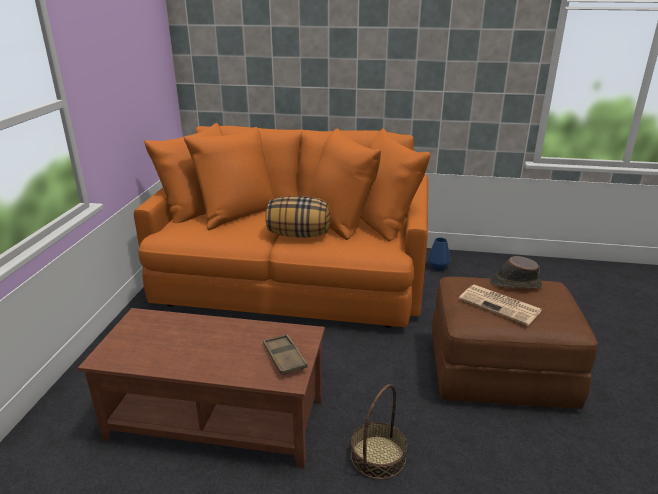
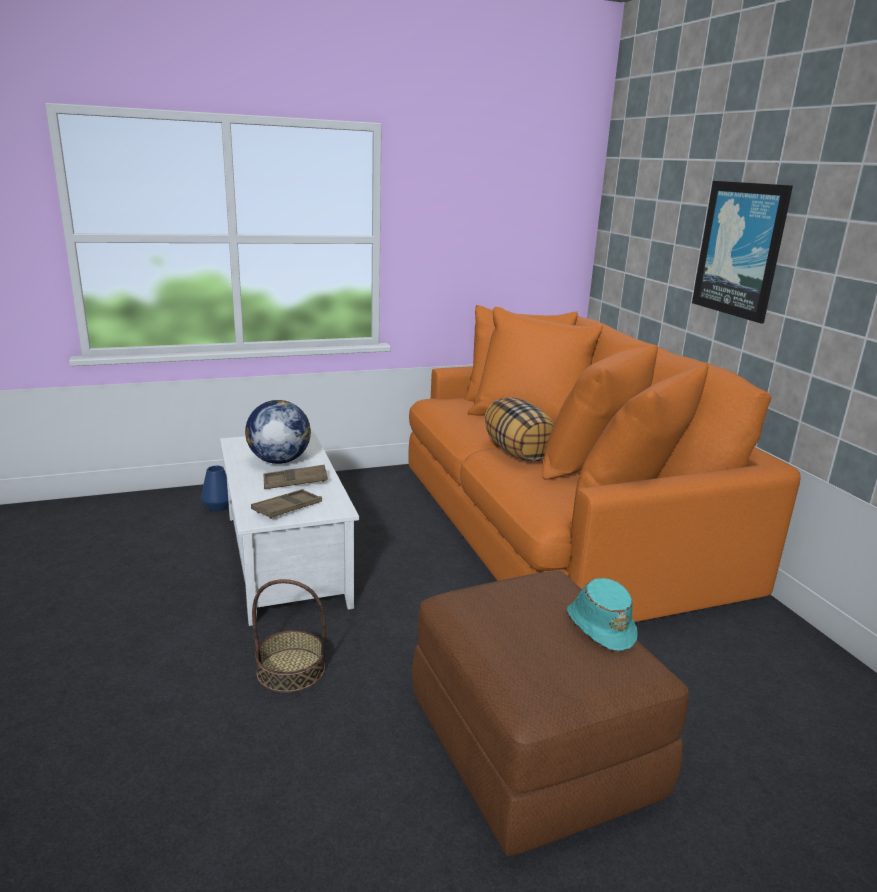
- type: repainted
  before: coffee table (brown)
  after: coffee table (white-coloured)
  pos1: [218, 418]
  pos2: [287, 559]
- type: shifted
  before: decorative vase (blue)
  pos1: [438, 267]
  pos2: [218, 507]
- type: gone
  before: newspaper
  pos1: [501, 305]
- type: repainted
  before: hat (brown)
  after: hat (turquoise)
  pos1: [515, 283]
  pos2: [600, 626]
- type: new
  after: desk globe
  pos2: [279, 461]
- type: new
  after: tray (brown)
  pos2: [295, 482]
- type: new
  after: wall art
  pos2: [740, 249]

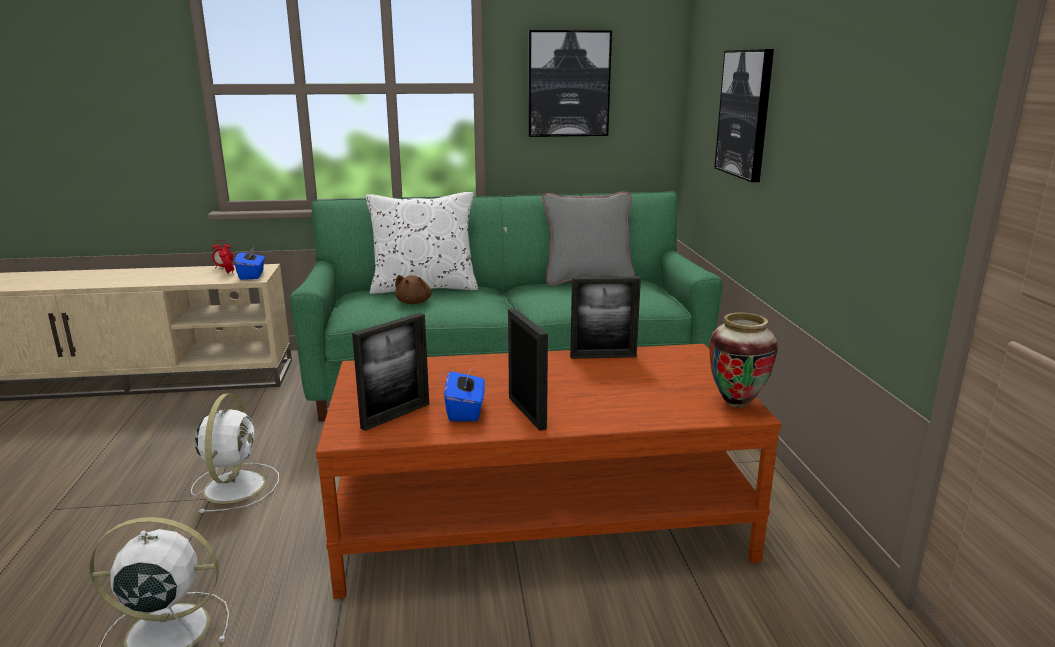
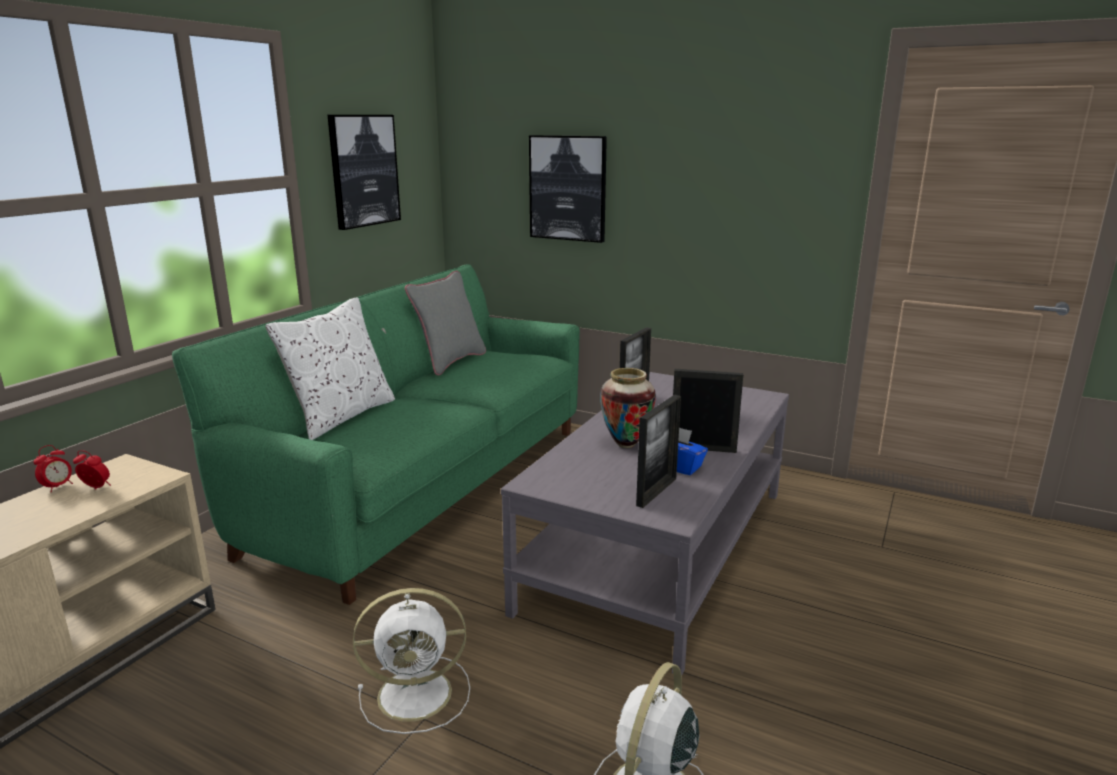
- type: rotated
  before: fan (white-coloured)
  pos1: [235, 485]
  pos2: [418, 694]
  turn: 135
- type: gone
  before: tissue holder (blue)
  pos1: [252, 275]
- type: repainted
  before: coffee table (brown)
  after: coffee table (grey)
  pos1: [541, 519]
  pos2: [660, 547]
- type: rotated
  before: standing frame
  pos1: [396, 415]
  pos2: [656, 492]
  turn: 45
- type: gone
  before: cuddly toy (brown)
  pos1: [414, 302]
- type: shifted
  before: decorative vase
  pos1: [736, 403]
  pos2: [626, 444]

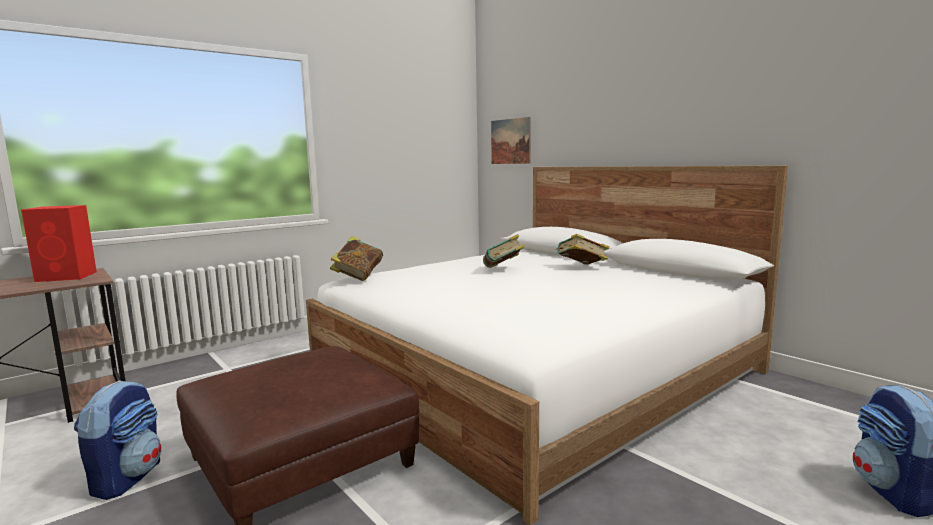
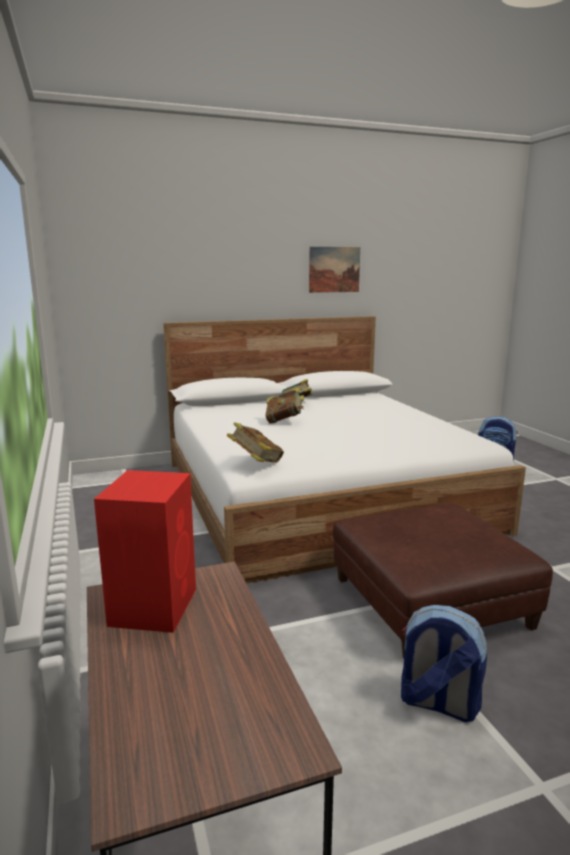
- type: shifted
  before: wall art
  pos1: [510, 141]
  pos2: [334, 269]

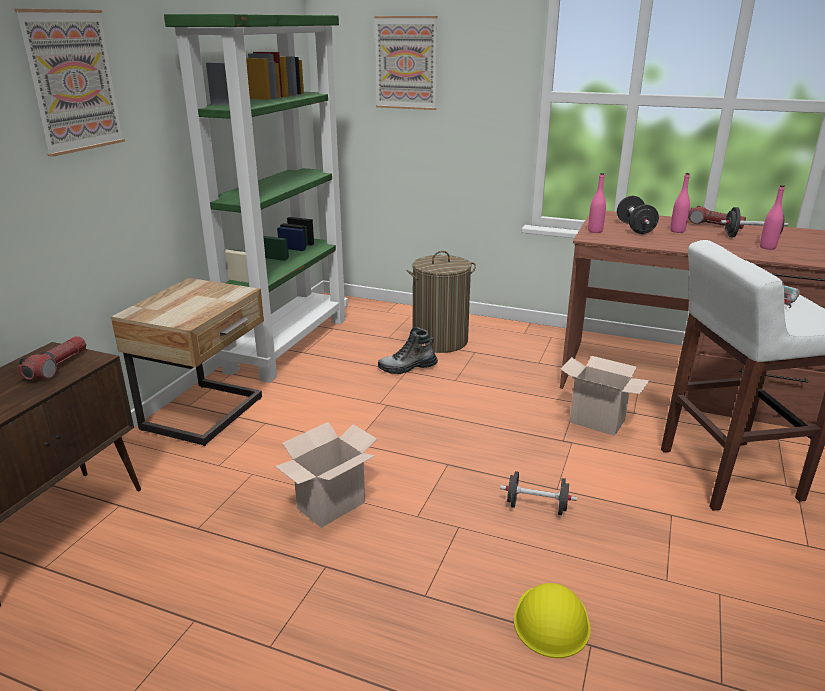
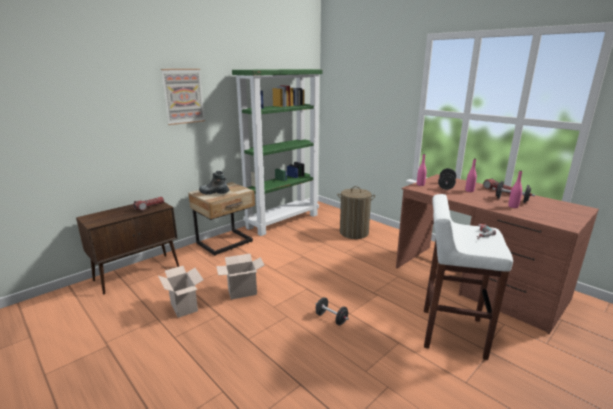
- type: gone
  before: wall art
  pos1: [406, 63]
- type: shifted
  before: tall boot
  pos1: [407, 368]
  pos2: [214, 193]
- type: gone
  before: hard hat (yellow)
  pos1: [551, 620]
- type: shifted
  before: cardboard box
  pos1: [599, 421]
  pos2: [185, 307]

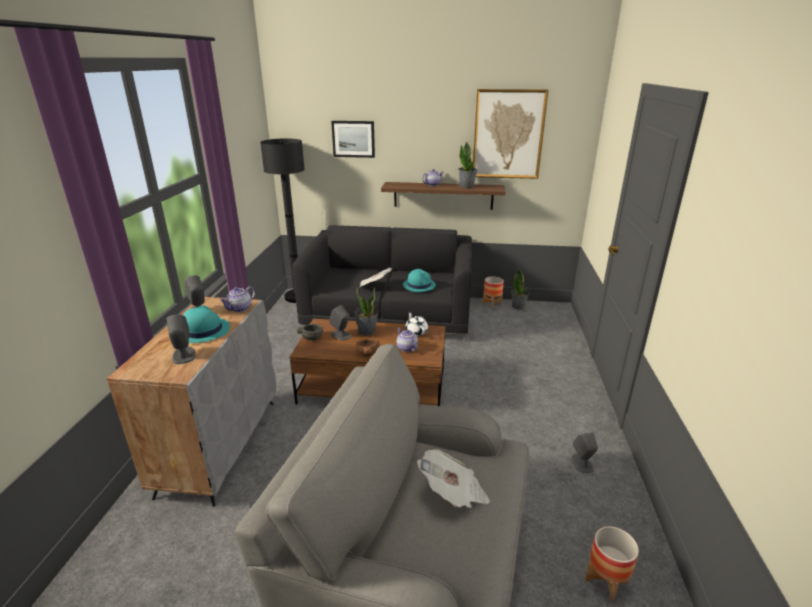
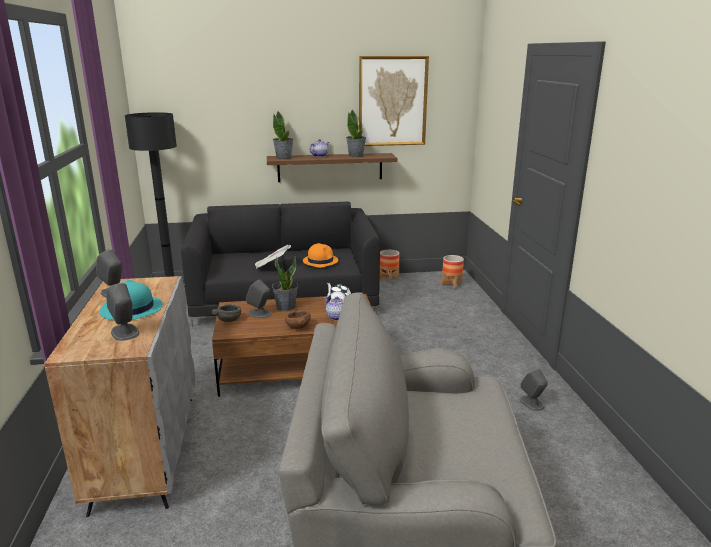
- type: gone
  before: pot for tea
  pos1: [240, 309]
- type: gone
  before: wall art
  pos1: [353, 139]
- type: repainted
  before: hat (turquoise)
  after: hat (orange)
  pos1: [419, 285]
  pos2: [320, 261]
- type: gone
  before: newspaper
  pos1: [453, 493]
- type: shifted
  before: potted plant
  pos1: [518, 306]
  pos2: [284, 158]
- type: shifted
  before: planter
  pos1: [606, 581]
  pos2: [451, 284]

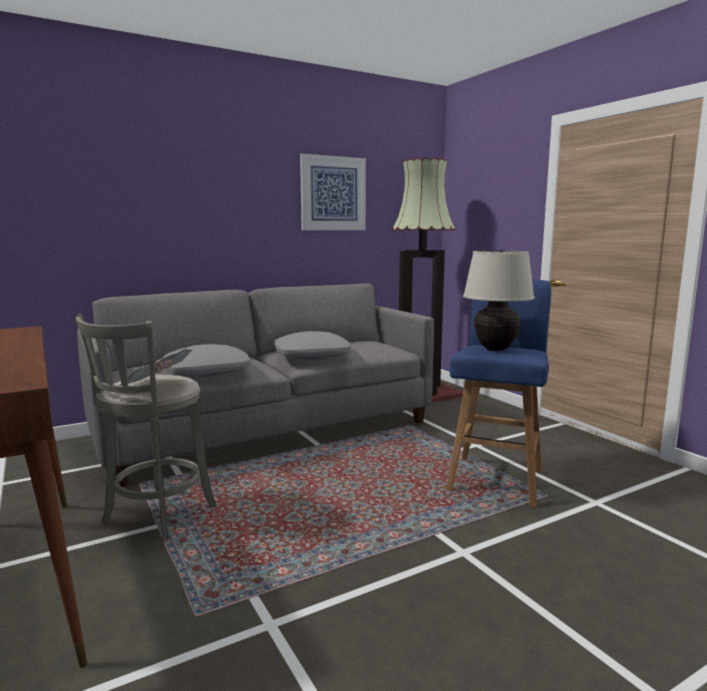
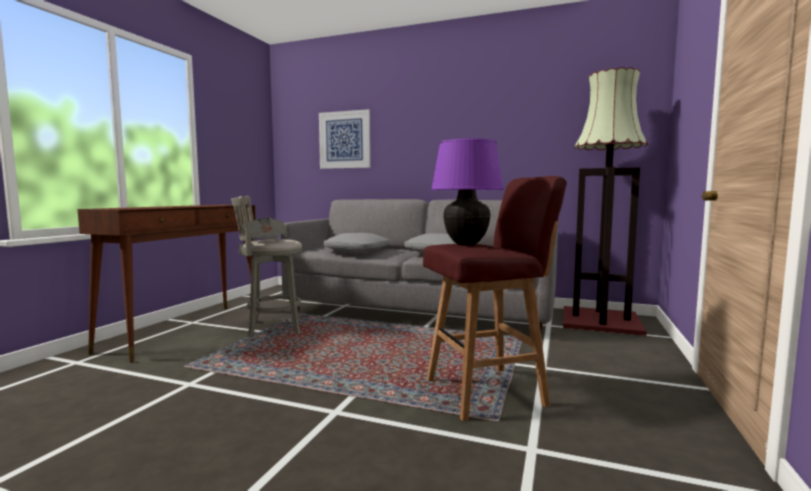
- type: shifted
  before: wall art
  pos1: [333, 193]
  pos2: [345, 140]
- type: repainted
  before: stool seat (blue)
  after: stool seat (red-coloured)
  pos1: [496, 479]
  pos2: [487, 392]
- type: repainted
  before: tabletop lamp (beige)
  after: tabletop lamp (purplish)
  pos1: [495, 349]
  pos2: [466, 244]

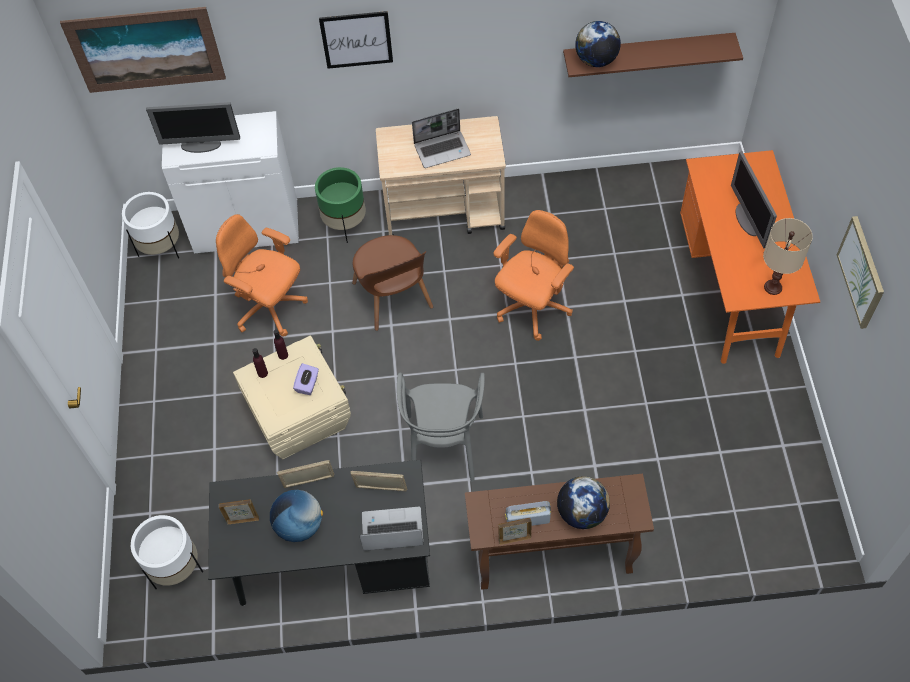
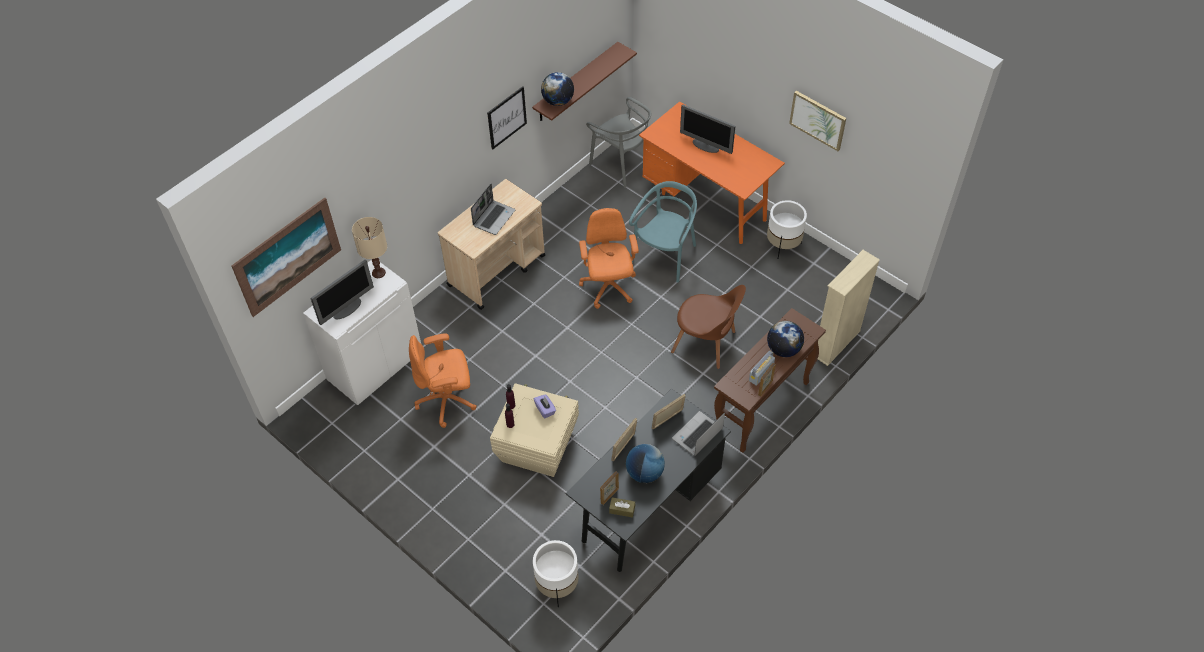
- type: shifted
  before: planter (white-coloured)
  pos1: [161, 248]
  pos2: [783, 245]
- type: gone
  before: planter (green)
  pos1: [345, 223]
- type: shifted
  before: wall art
  pos1: [356, 39]
  pos2: [507, 117]
- type: shifted
  before: chair (brown)
  pos1: [393, 298]
  pos2: [706, 343]
- type: shifted
  before: chair (grey)
  pos1: [444, 446]
  pos2: [622, 164]
- type: shifted
  before: tabletop lamp (beige)
  pos1: [773, 287]
  pos2: [379, 273]
- type: new
  after: tissue holder (brown)
  pos2: [622, 509]
- type: new
  after: chair (turquoise)
  pos2: [665, 256]
- type: new
  after: bookshelf (beige)
  pos2: [836, 343]

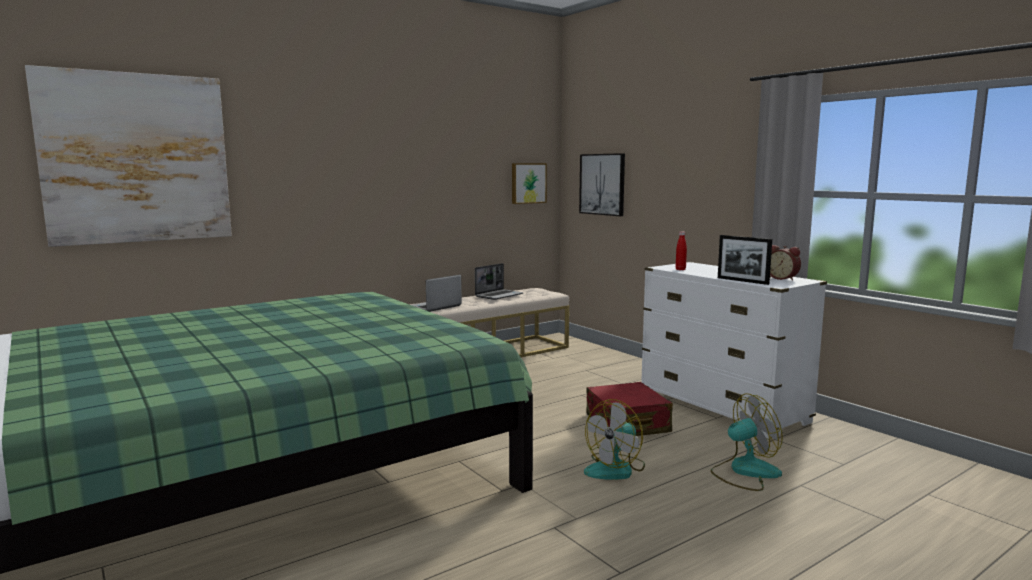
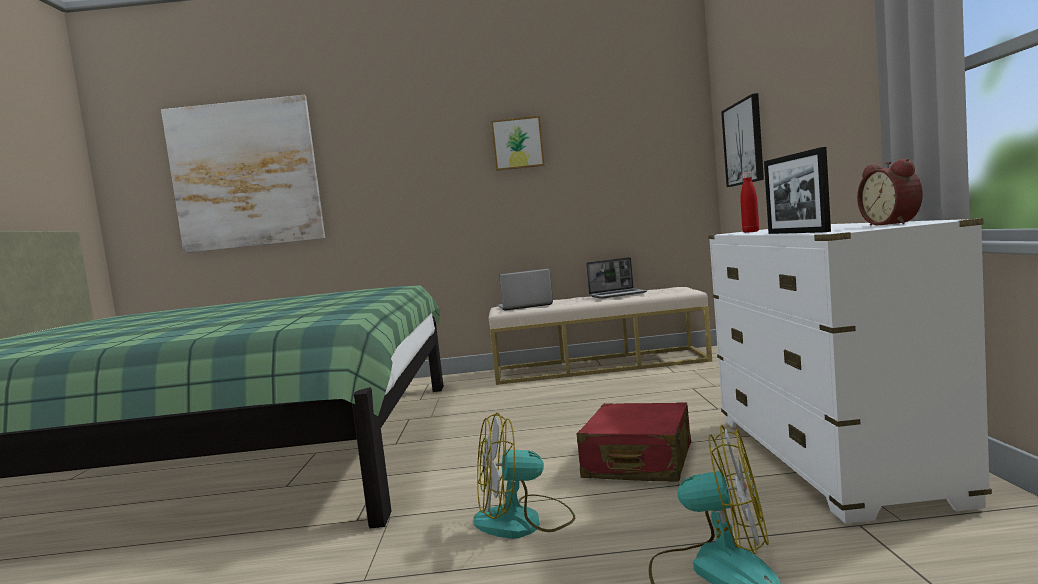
- type: shifted
  before: wall art
  pos1: [528, 183]
  pos2: [517, 143]

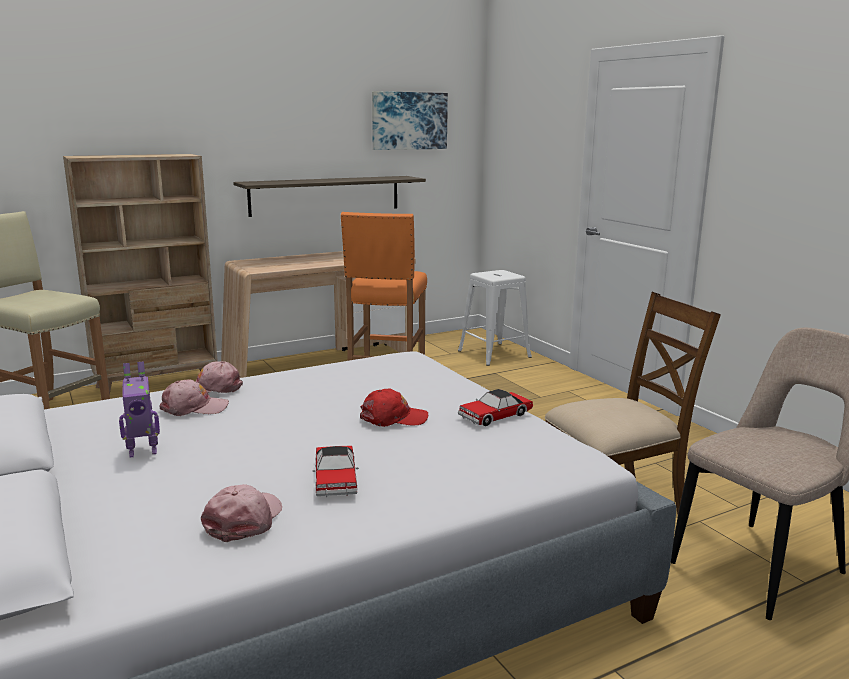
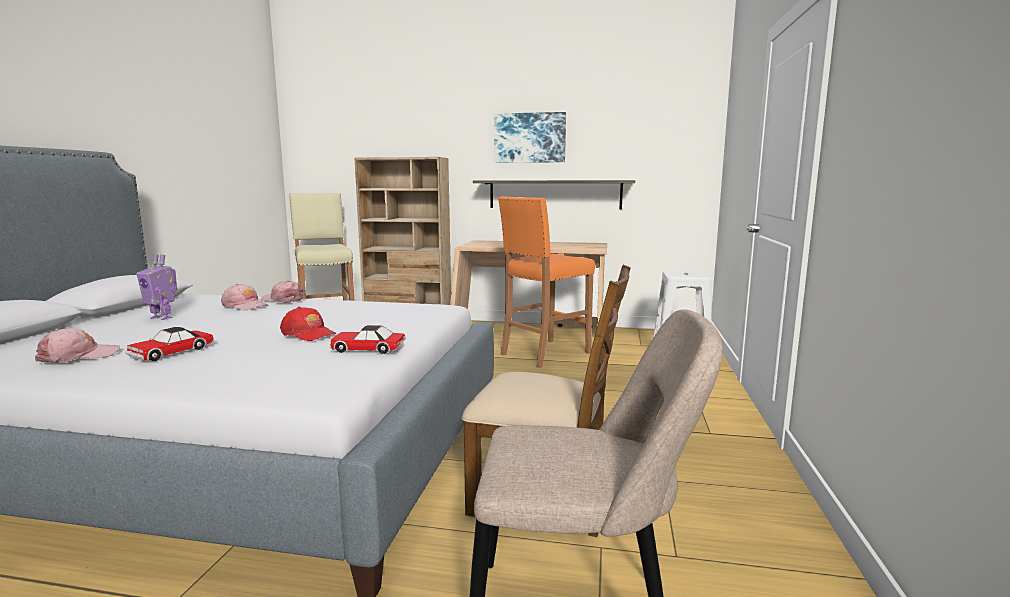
- type: shifted
  before: wall art
  pos1: [409, 121]
  pos2: [530, 138]

